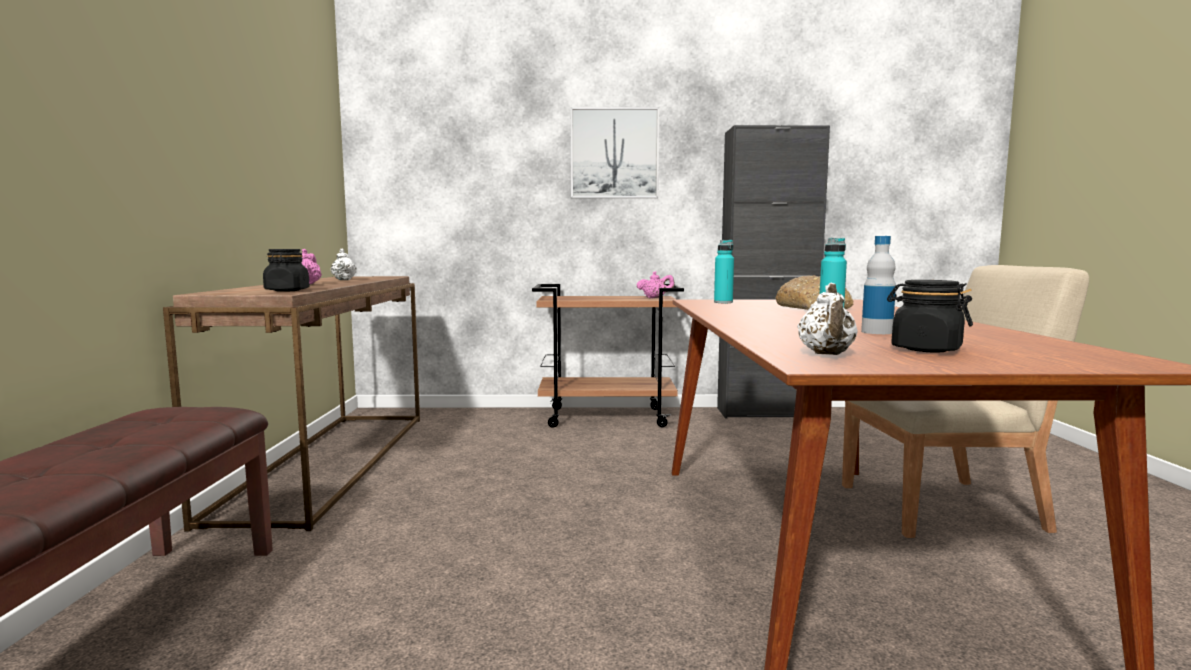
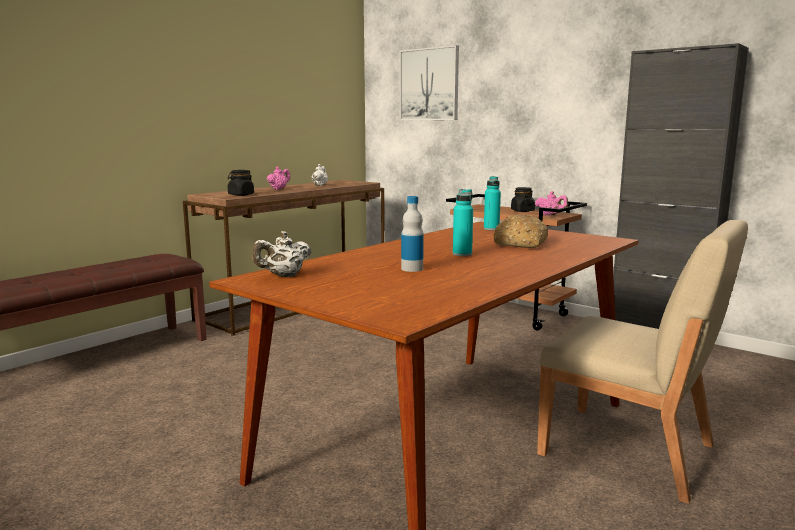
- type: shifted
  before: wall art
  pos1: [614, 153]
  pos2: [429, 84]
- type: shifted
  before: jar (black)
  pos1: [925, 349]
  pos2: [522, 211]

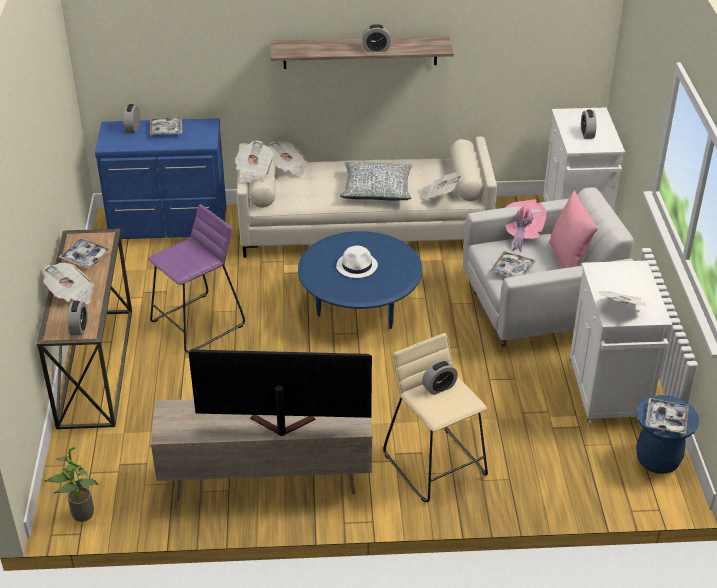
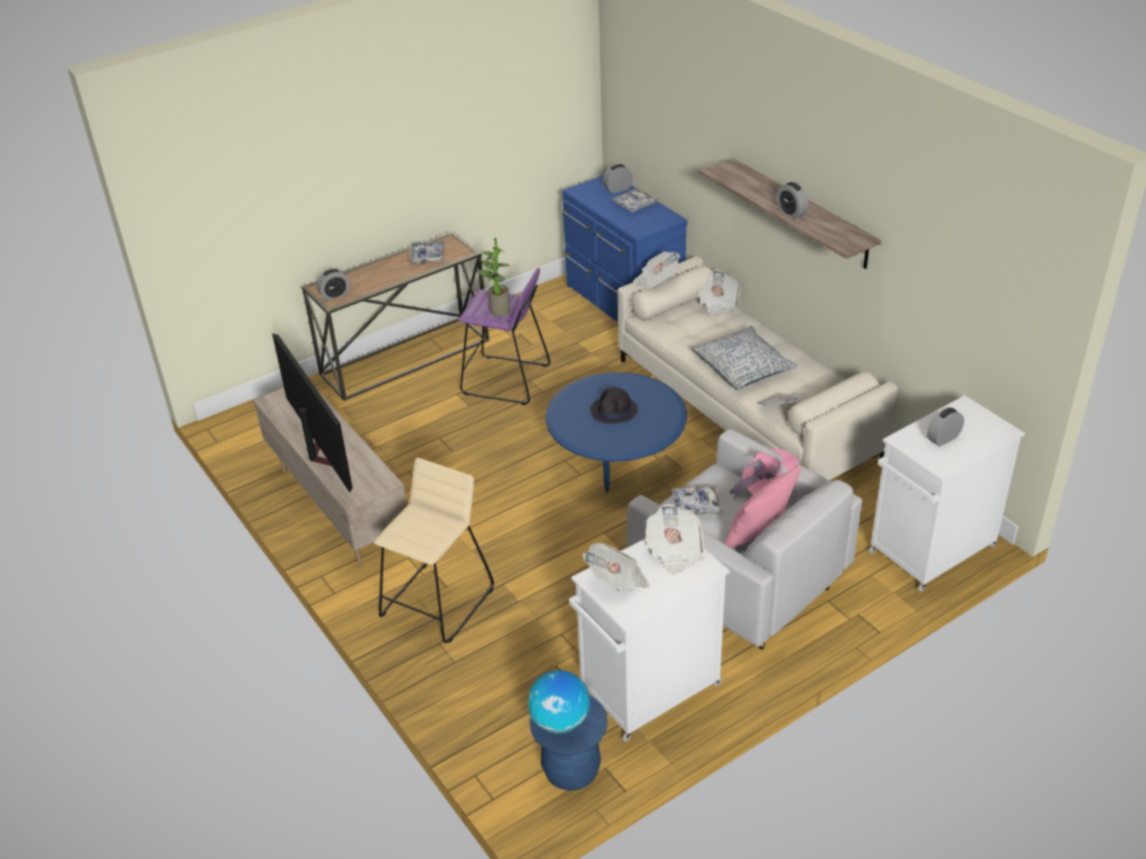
- type: shifted
  before: newspaper
  pos1: [71, 294]
  pos2: [674, 551]
- type: shifted
  before: potted plant
  pos1: [79, 515]
  pos2: [496, 311]
- type: repainted
  before: hat (white-coloured)
  after: hat (black)
  pos1: [357, 266]
  pos2: [614, 410]
- type: gone
  before: table clock
  pos1: [439, 387]
- type: swapped
  before: tray
  after: desk globe
  pos1: [666, 419]
  pos2: [560, 721]

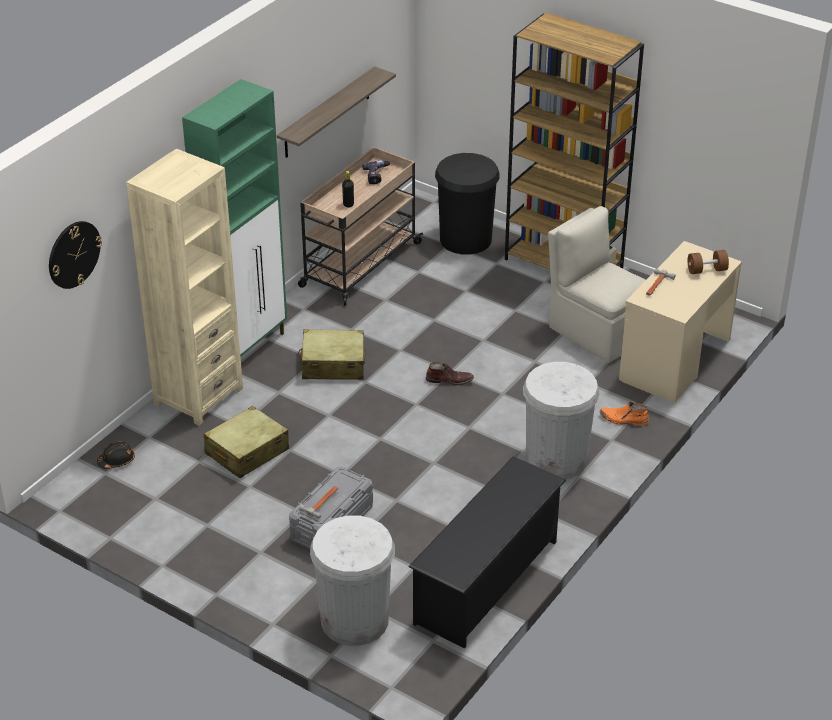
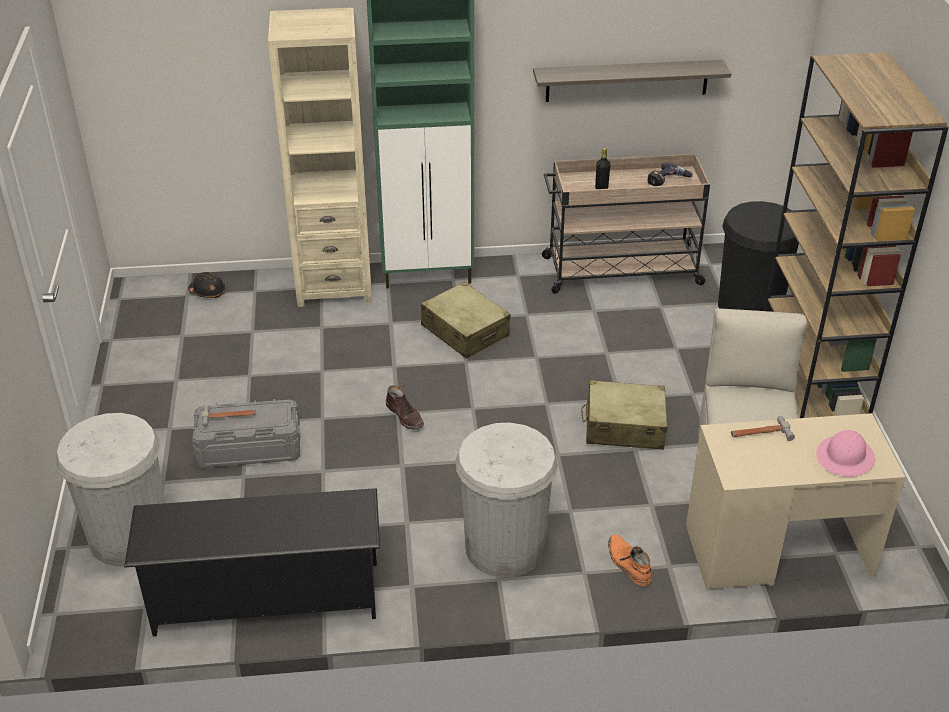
- type: gone
  before: wall clock
  pos1: [73, 254]
- type: shifted
  before: suitcase (beige)
  pos1: [246, 452]
  pos2: [624, 427]
- type: shifted
  before: tall boot (brown)
  pos1: [449, 380]
  pos2: [405, 416]
- type: swapped
  before: hand weight (brown)
  after: hard hat (pink)
  pos1: [706, 270]
  pos2: [845, 457]

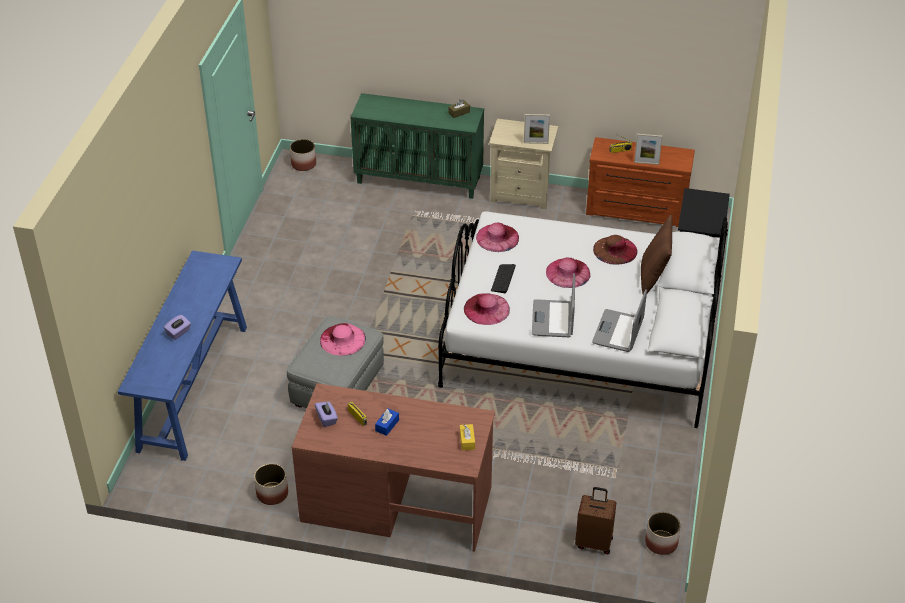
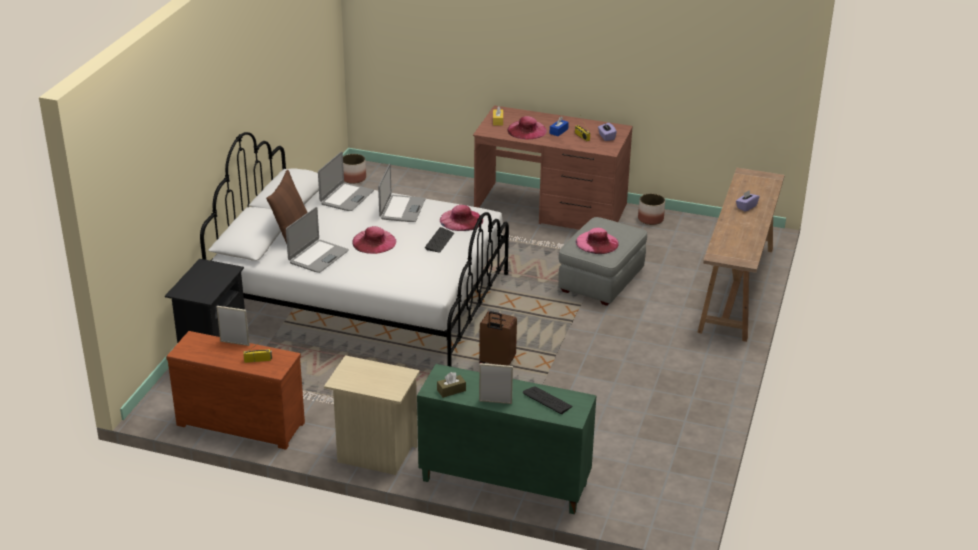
- type: repainted
  before: console table (blue)
  after: console table (brown)
  pos1: [194, 386]
  pos2: [736, 289]
- type: gone
  before: planter
  pos1: [303, 164]
- type: shifted
  before: hat (pink)
  pos1: [497, 237]
  pos2: [527, 130]
- type: shifted
  before: standing frame
  pos1: [536, 143]
  pos2: [495, 402]
- type: shifted
  before: suitcase (brown)
  pos1: [594, 542]
  pos2: [496, 363]
- type: swapped
  before: hat (brown)
  after: laptop
  pos1: [615, 250]
  pos2: [318, 257]
- type: new
  after: PC keyboard
  pos2: [547, 400]

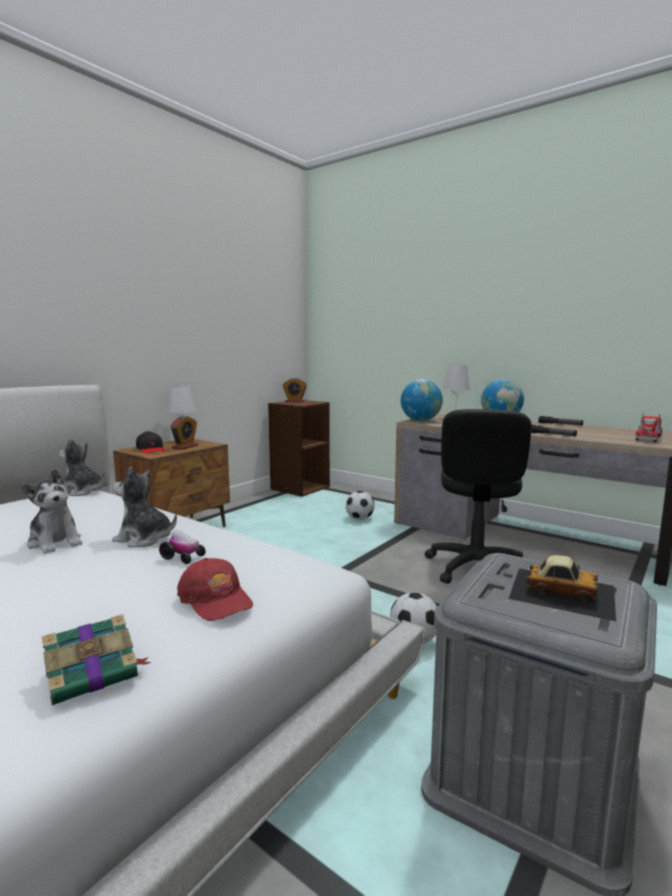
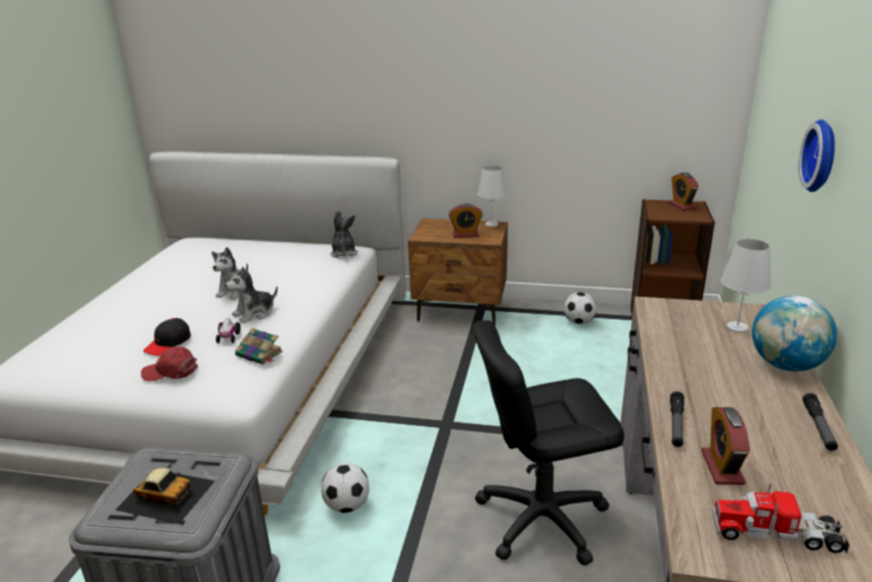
- type: shifted
  before: book
  pos1: [94, 674]
  pos2: [260, 354]
- type: rotated
  before: cuddly toy
  pos1: [144, 539]
  pos2: [254, 313]
  turn: -120
- type: shifted
  before: baseball cap (black)
  pos1: [151, 449]
  pos2: [168, 343]
- type: rotated
  before: baseball cap (red-coloured)
  pos1: [216, 599]
  pos2: [170, 371]
  turn: 60
- type: shifted
  before: football ball
  pos1: [359, 519]
  pos2: [578, 322]
- type: gone
  before: desk globe
  pos1: [420, 421]
- type: rotated
  before: model car
  pos1: [561, 591]
  pos2: [166, 494]
  turn: -75
- type: new
  after: table clock
  pos2: [722, 467]
- type: new
  after: wall clock
  pos2: [823, 156]

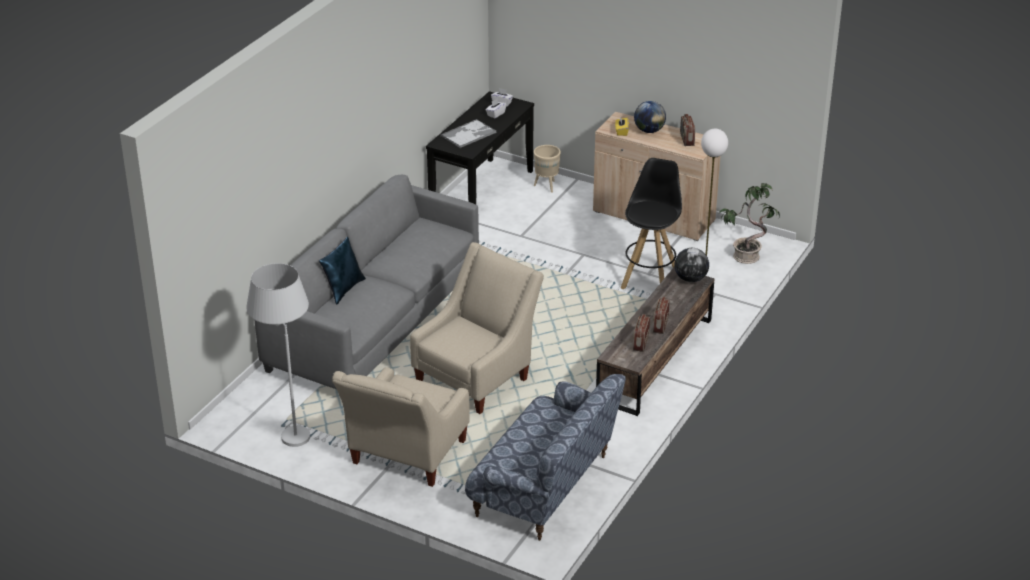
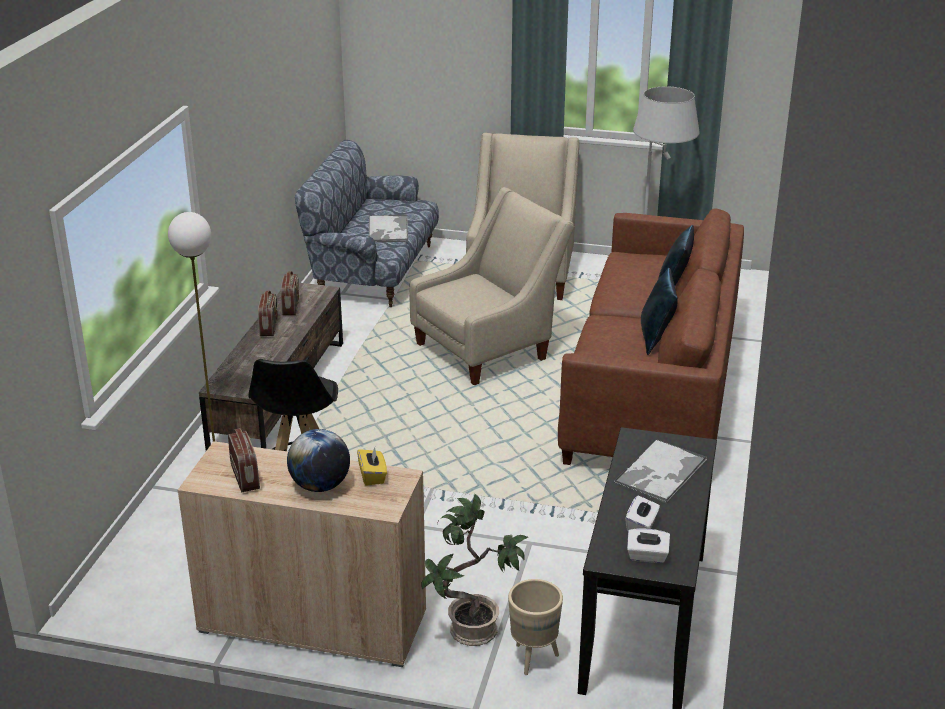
- type: repainted
  before: sofa (grey)
  after: sofa (brown)
  pos1: [374, 322]
  pos2: [653, 387]
- type: rotated
  before: easy chair (beige)
  pos1: [477, 376]
  pos2: [489, 349]
  turn: -150
- type: gone
  before: desk globe
  pos1: [690, 279]
- type: shifted
  before: potted plant
  pos1: [746, 256]
  pos2: [473, 632]
- type: new
  after: tray
  pos2: [388, 230]
- type: new
  after: cushion (blue)
  pos2: [656, 339]

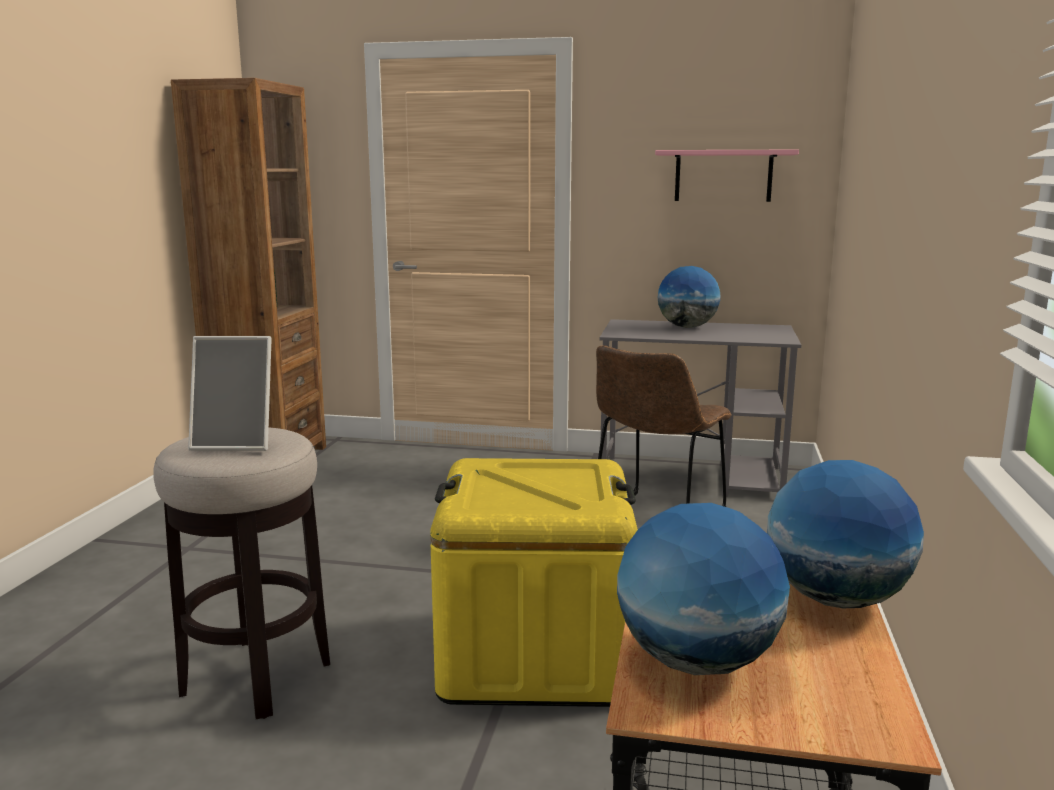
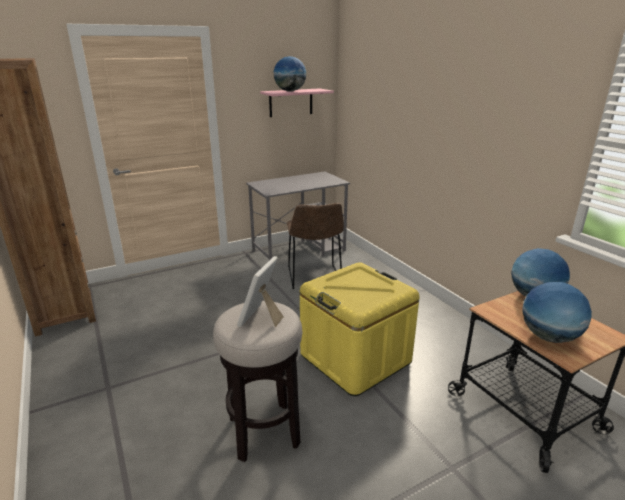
- type: rotated
  before: standing frame
  pos1: [237, 443]
  pos2: [261, 318]
  turn: 150
- type: shifted
  before: desk globe
  pos1: [687, 327]
  pos2: [290, 91]

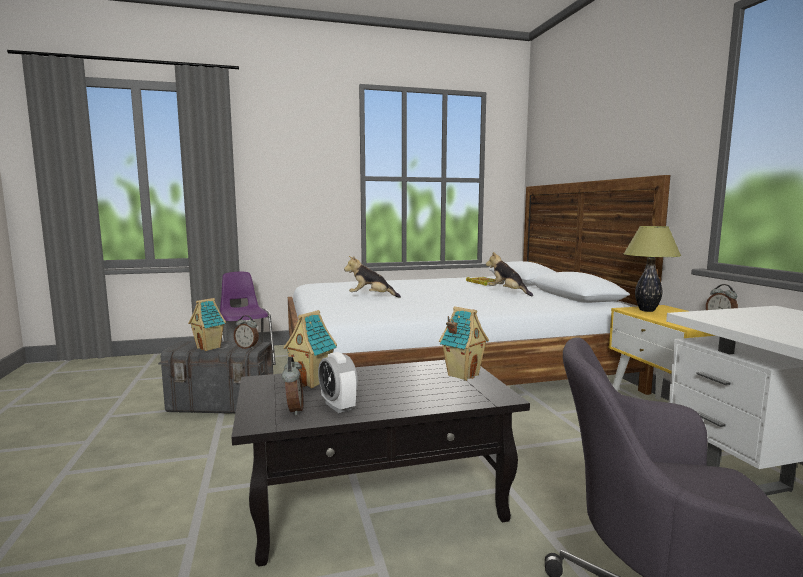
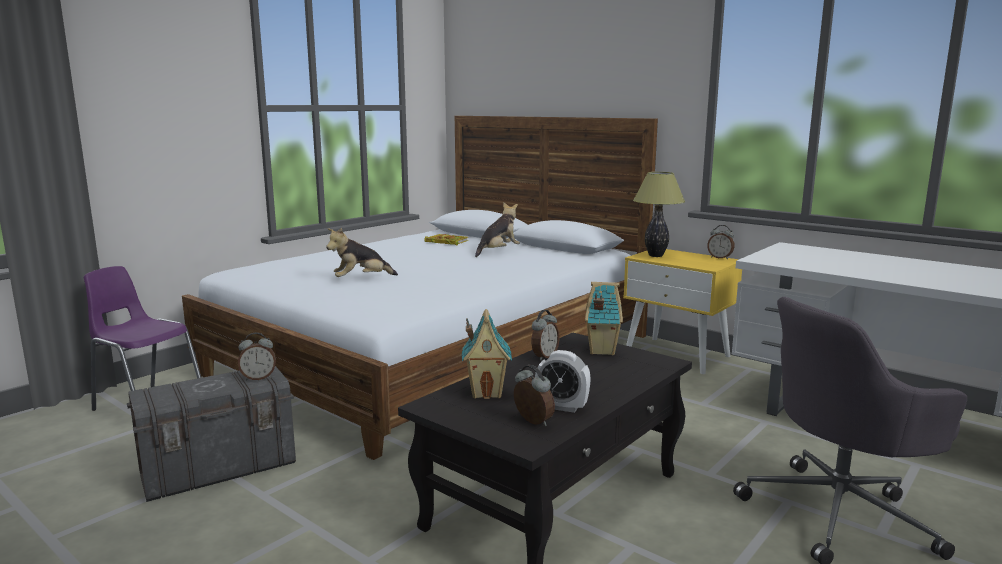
- type: gone
  before: miniature house
  pos1: [209, 347]
- type: rotated
  before: cuddly toy
  pos1: [507, 292]
  pos2: [498, 252]
  turn: 120
- type: new
  after: table clock
  pos2: [544, 356]

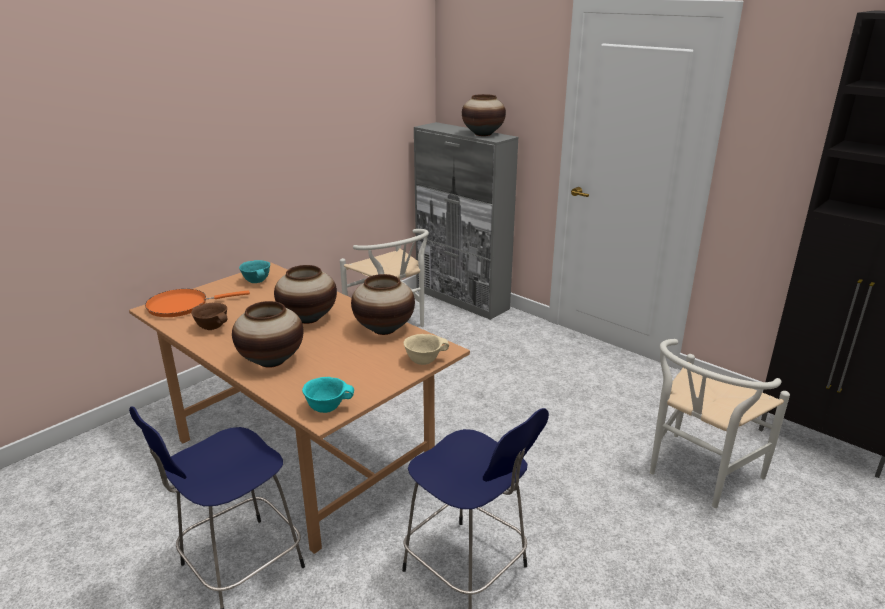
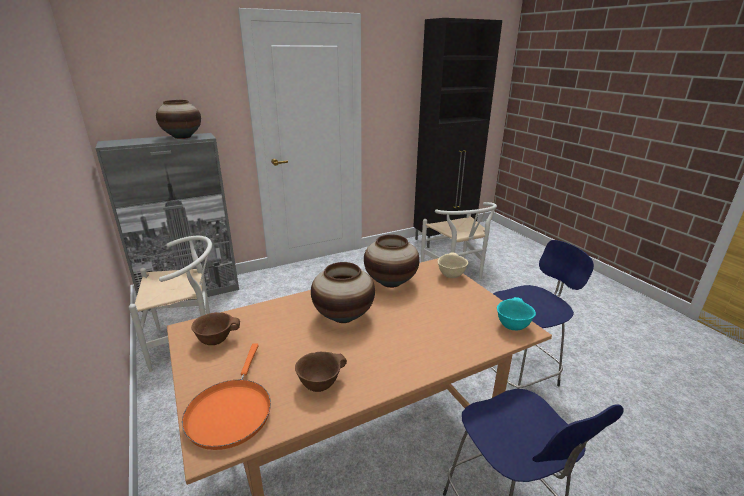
- type: gone
  before: decorative vase
  pos1: [271, 361]
- type: repainted
  before: bowl (turquoise)
  after: bowl (brown)
  pos1: [257, 281]
  pos2: [216, 340]

